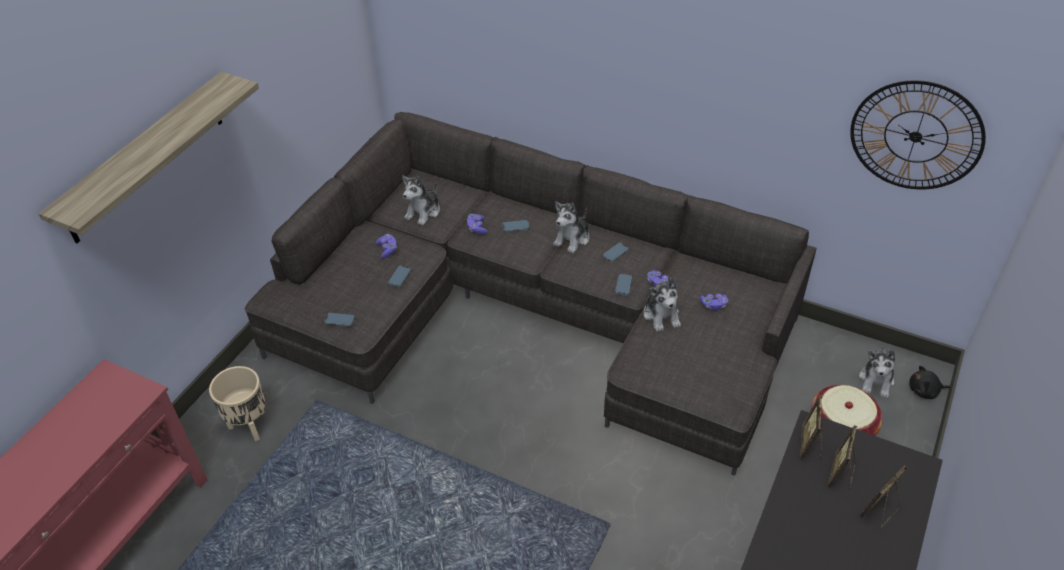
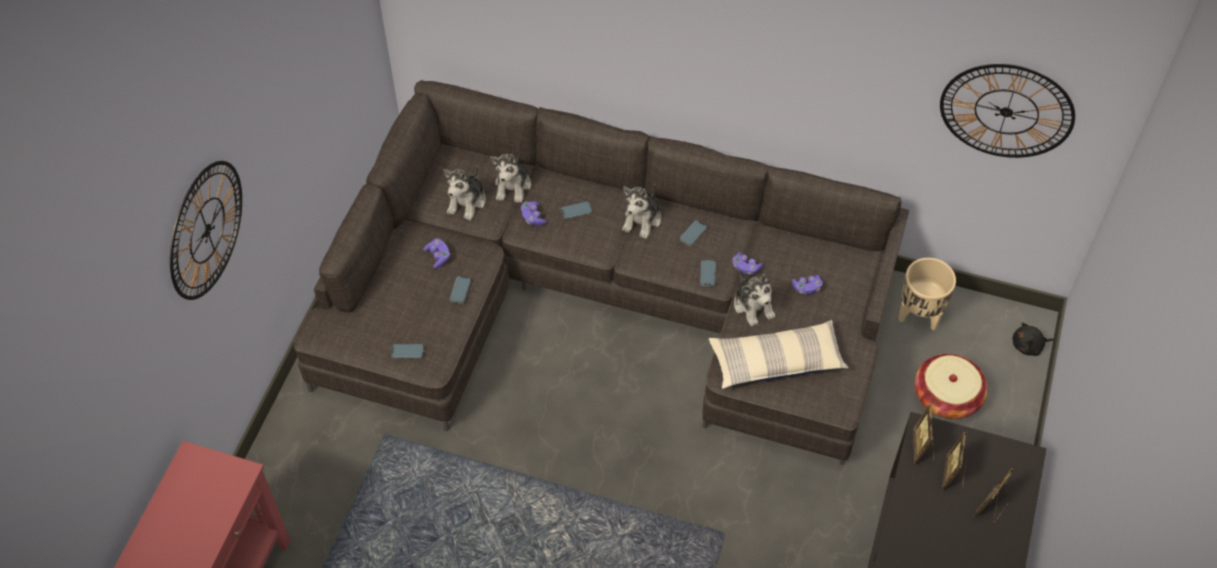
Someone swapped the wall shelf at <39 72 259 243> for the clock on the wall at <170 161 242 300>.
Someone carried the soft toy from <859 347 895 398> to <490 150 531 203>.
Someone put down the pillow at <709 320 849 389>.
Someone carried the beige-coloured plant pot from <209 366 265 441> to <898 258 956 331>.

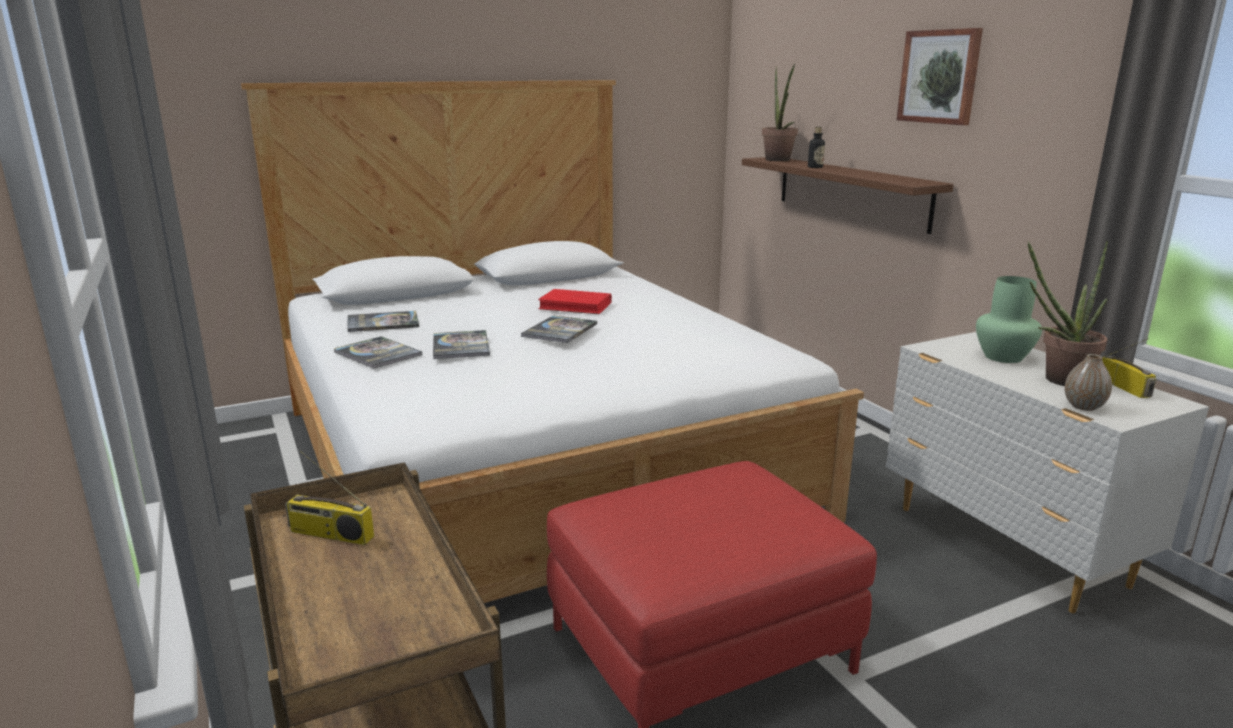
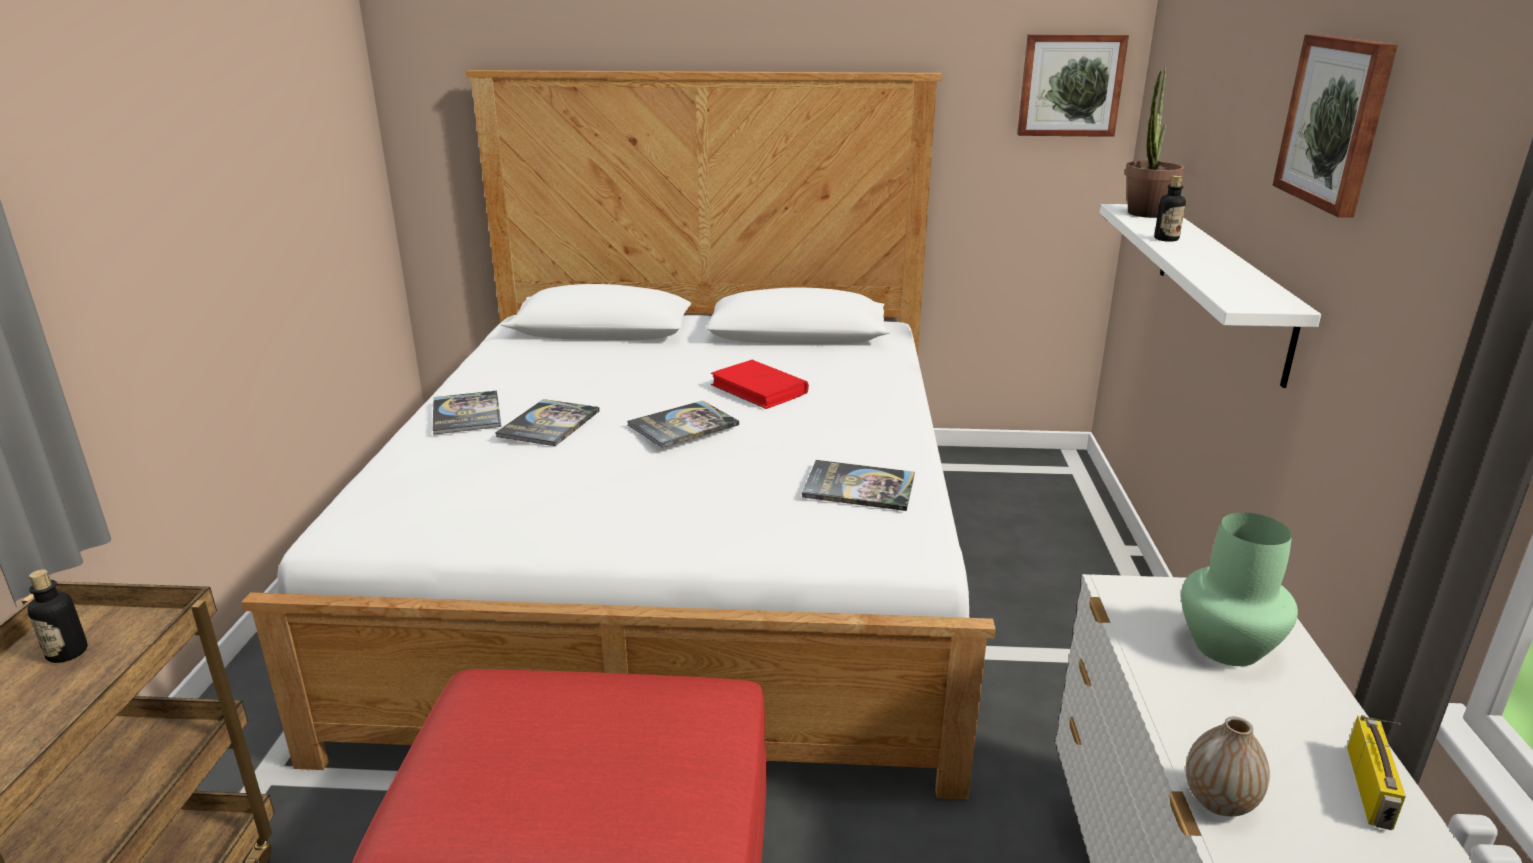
Someone swapped the radio at <285 450 374 545> for the drink bottle at <27 569 88 663>.
Someone carried the bound book from <347 311 419 332> to <802 460 915 511>.
Someone put up the picture at <1017 34 1129 137>.
Someone repainted the brown wall shelf at <742 157 954 234>, which became the whitish wall shelf at <1100 204 1321 388>.
Someone took away the plant in a pot at <1028 241 1108 386>.

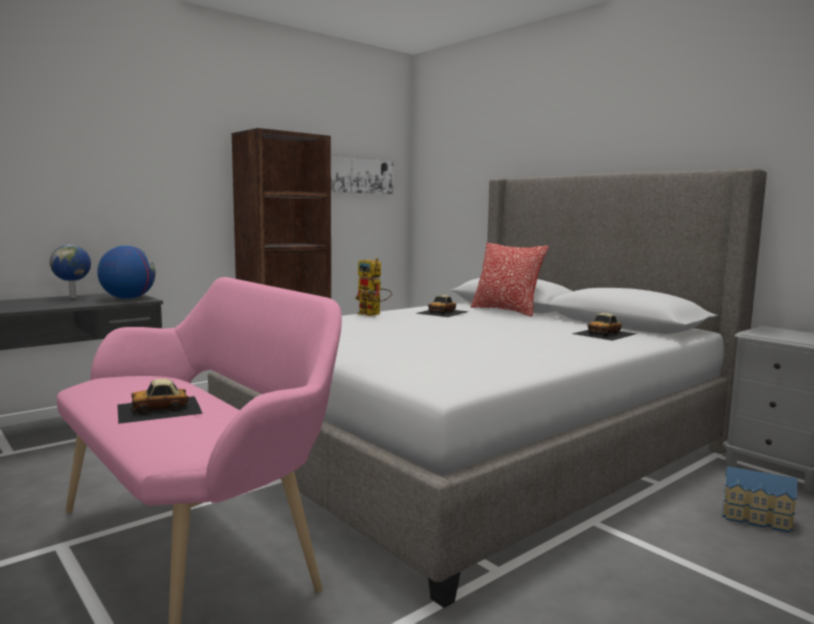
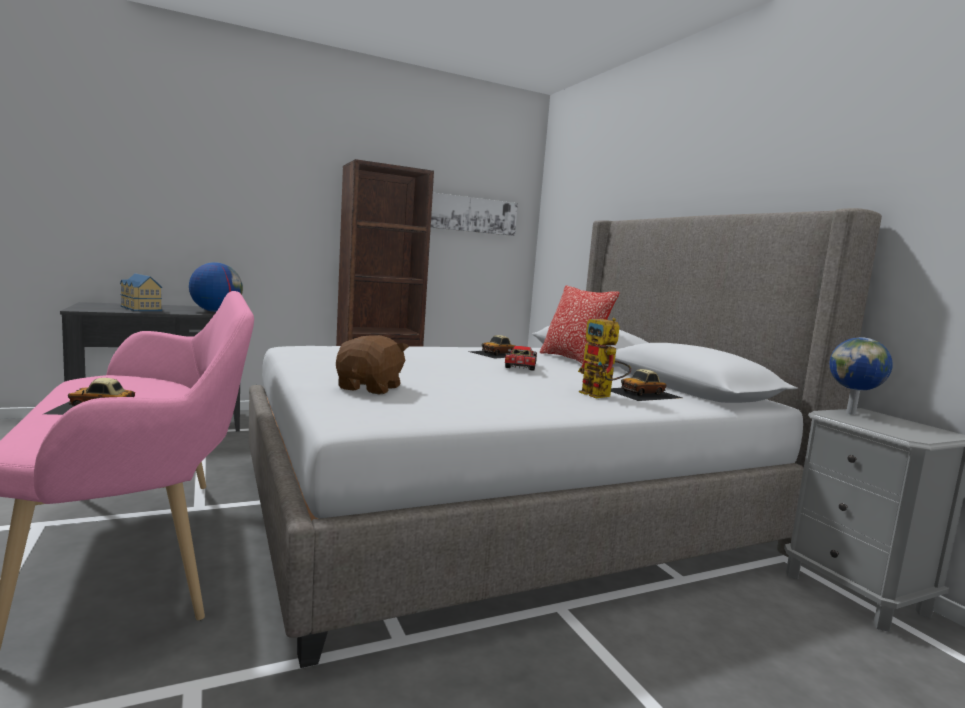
Someone carried the model house from <722 466 797 533> to <120 273 162 311>.
Someone put down the brown soft toy at <336 335 409 394>.
Someone put down the toy car at <505 346 537 371>.
Someone carried the toy robot from <355 258 392 316> to <578 318 631 398>.
Someone carried the world globe from <50 245 91 298> to <829 337 893 415>.

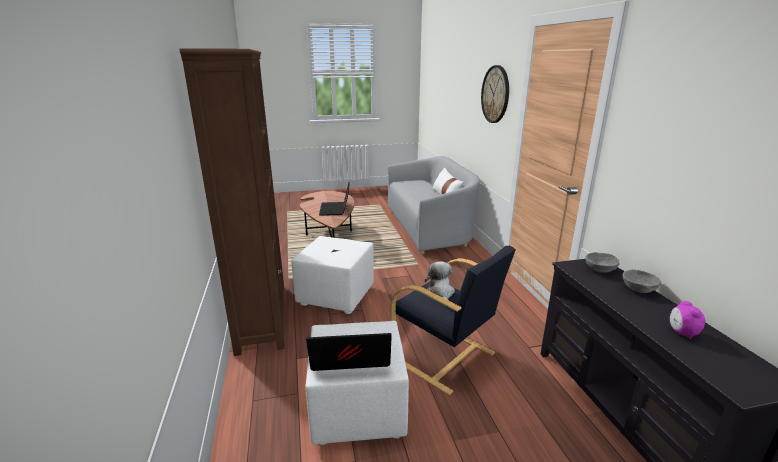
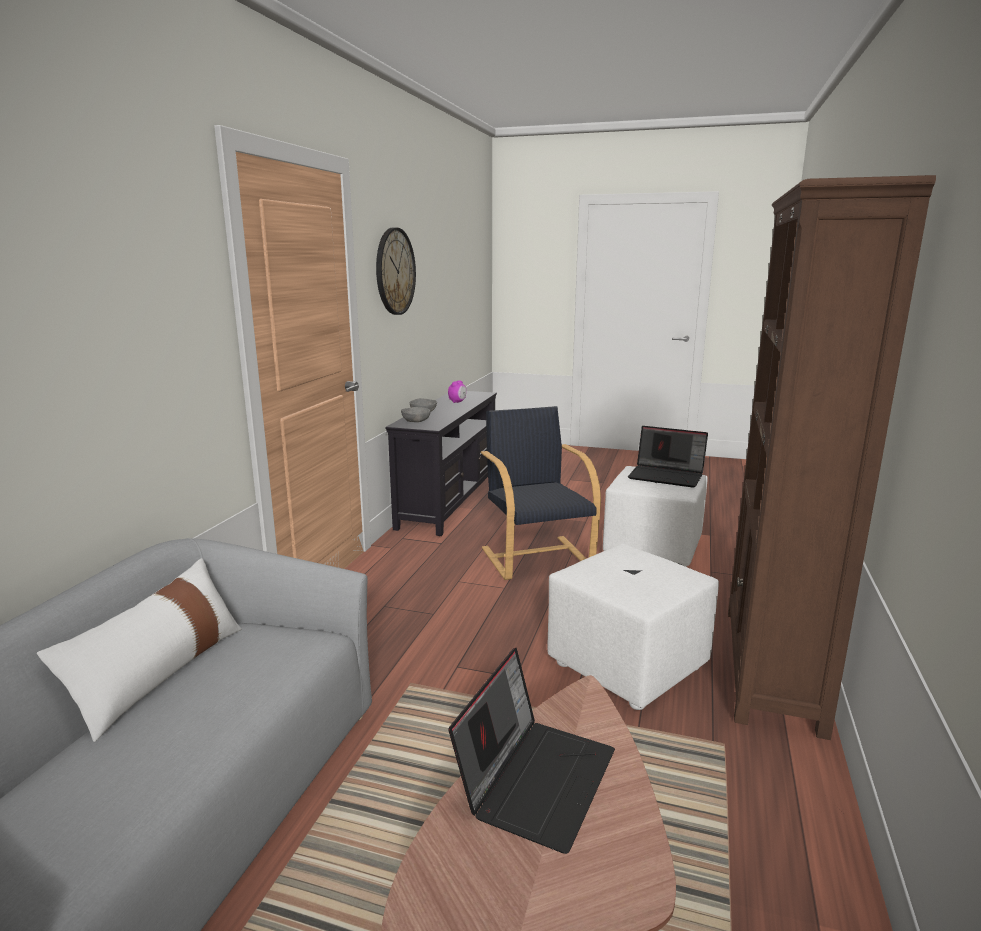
Someone carried the clock on the wall from <481 65 509 123> to <376 228 416 315>.
Someone took away the soft toy at <425 261 455 301>.

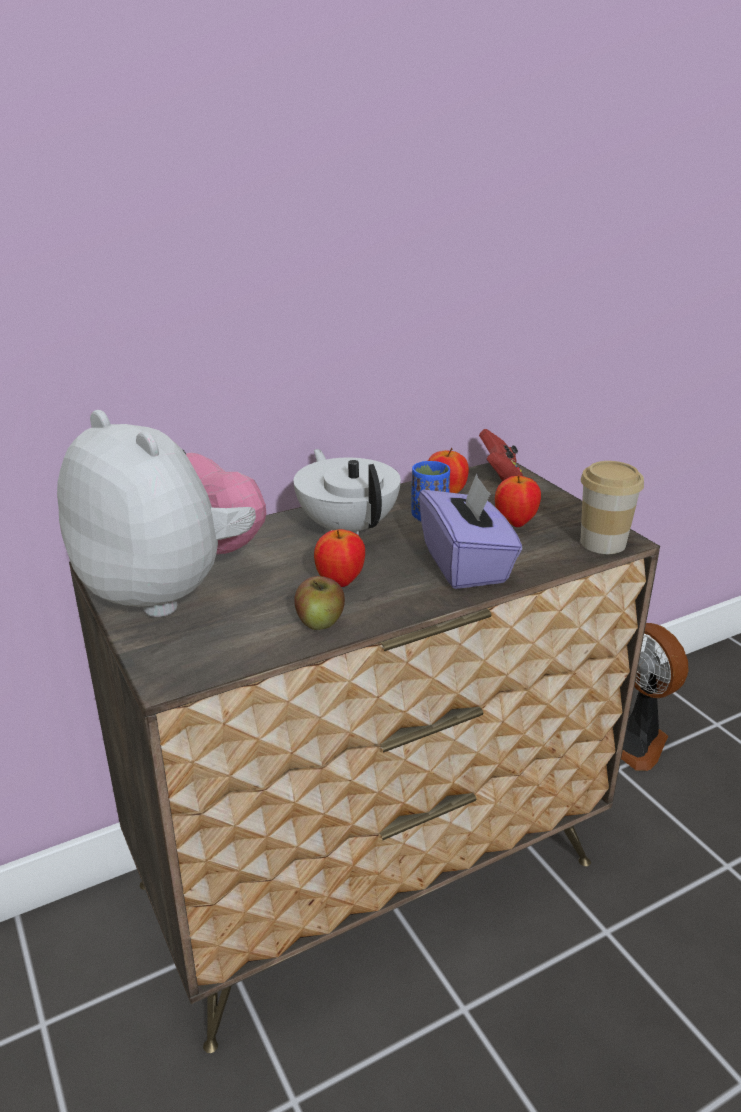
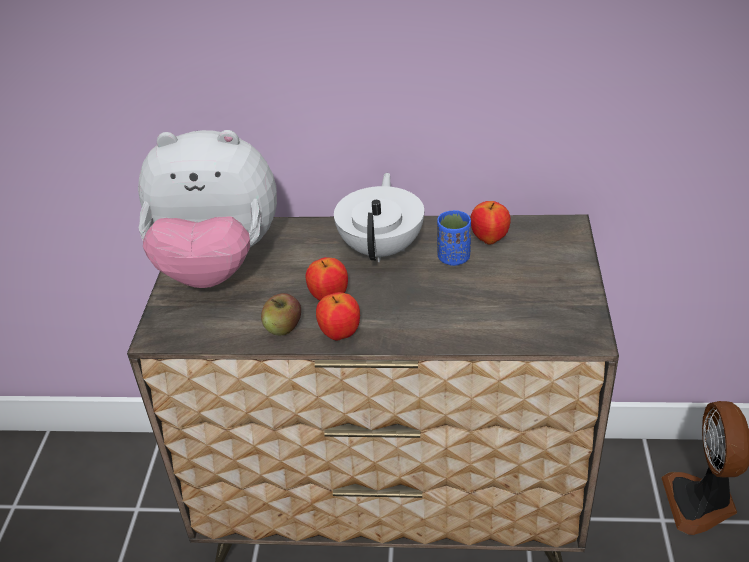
Someone rotated the soft toy at <57 410 266 617> by 105 degrees clockwise.
Someone carried the whole apple from <495 475 541 527> to <316 292 360 340>.
Someone took away the purplish tissue box at <419 473 522 589>.
Someone took away the red gamepad at <479 429 523 481>.
Someone took away the small cup at <581 461 644 554>.

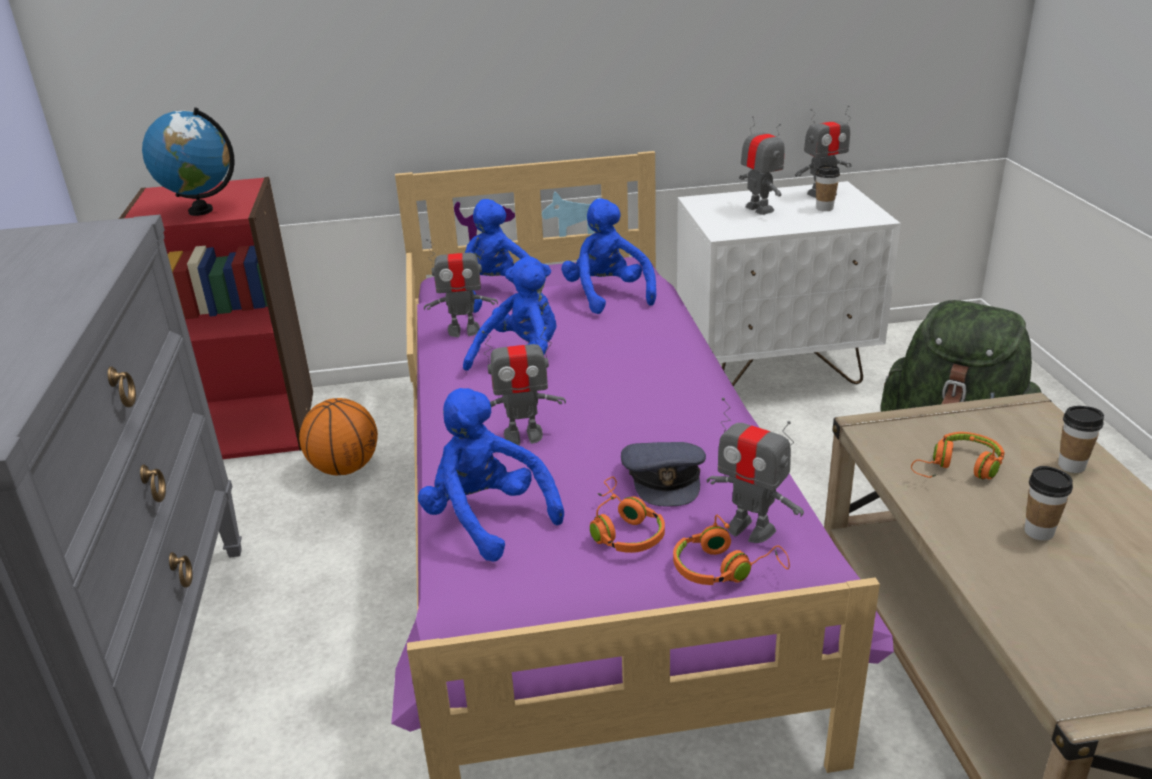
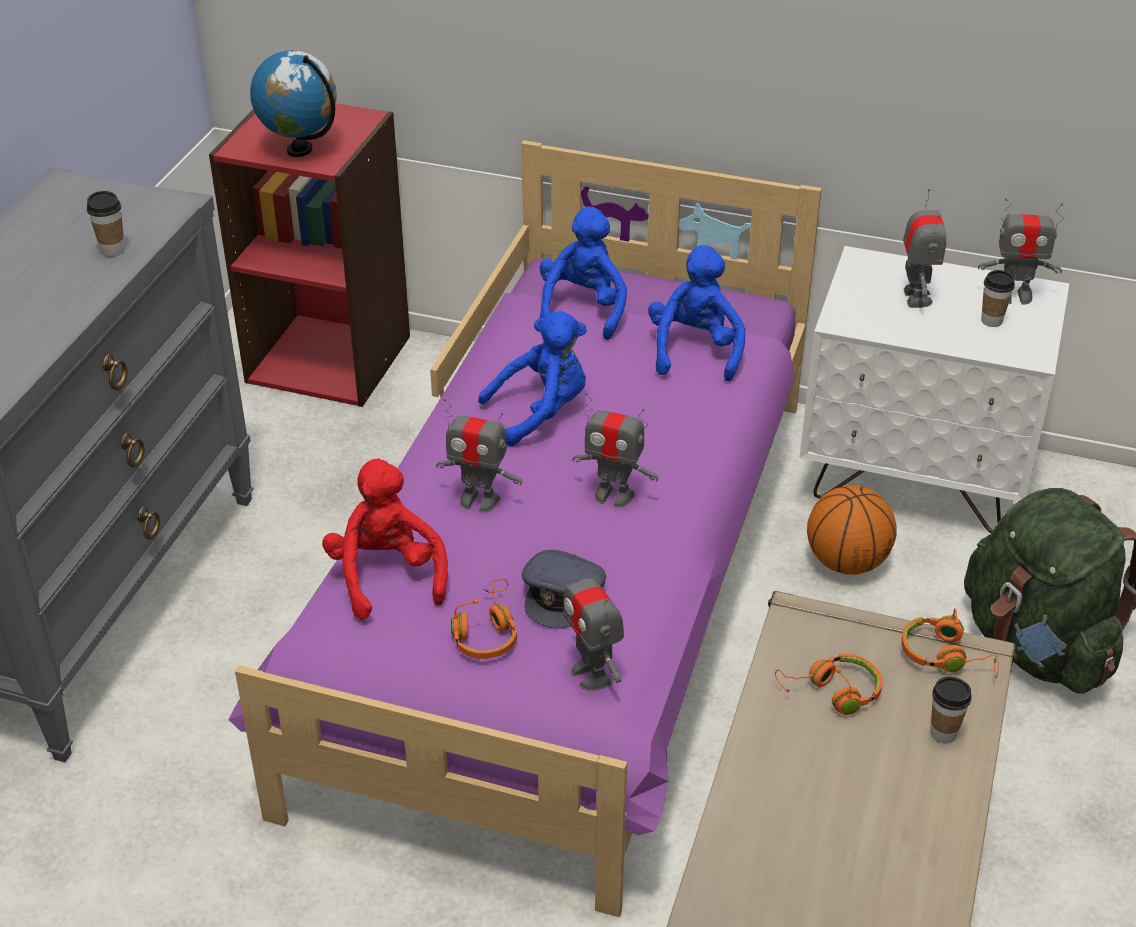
Someone carried the small cup from <1024 466 1073 541> to <87 191 125 257>.
Someone repainted the bluish soft toy at <418 388 564 562>, which became the red soft toy at <322 458 448 620>.
Someone carried the toy robot from <424 237 498 337> to <572 393 659 507>.
Someone carried the ball for basketball from <299 398 378 475> to <807 485 897 575>.
Someone carried the orangey headset from <673 515 790 585> to <901 608 999 678>.

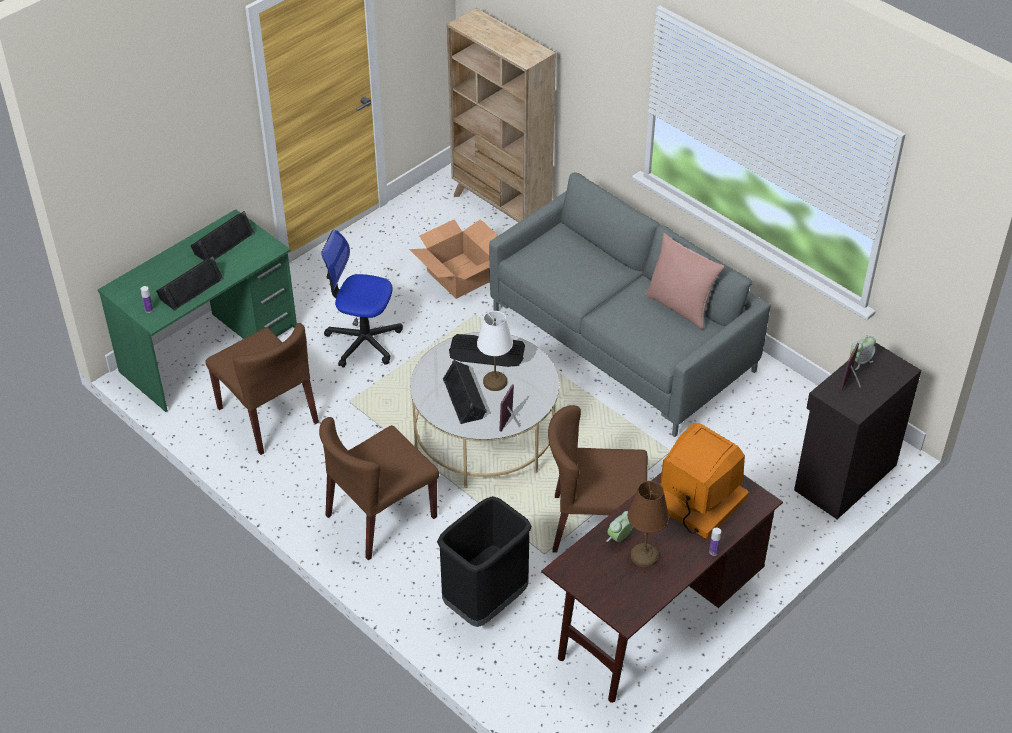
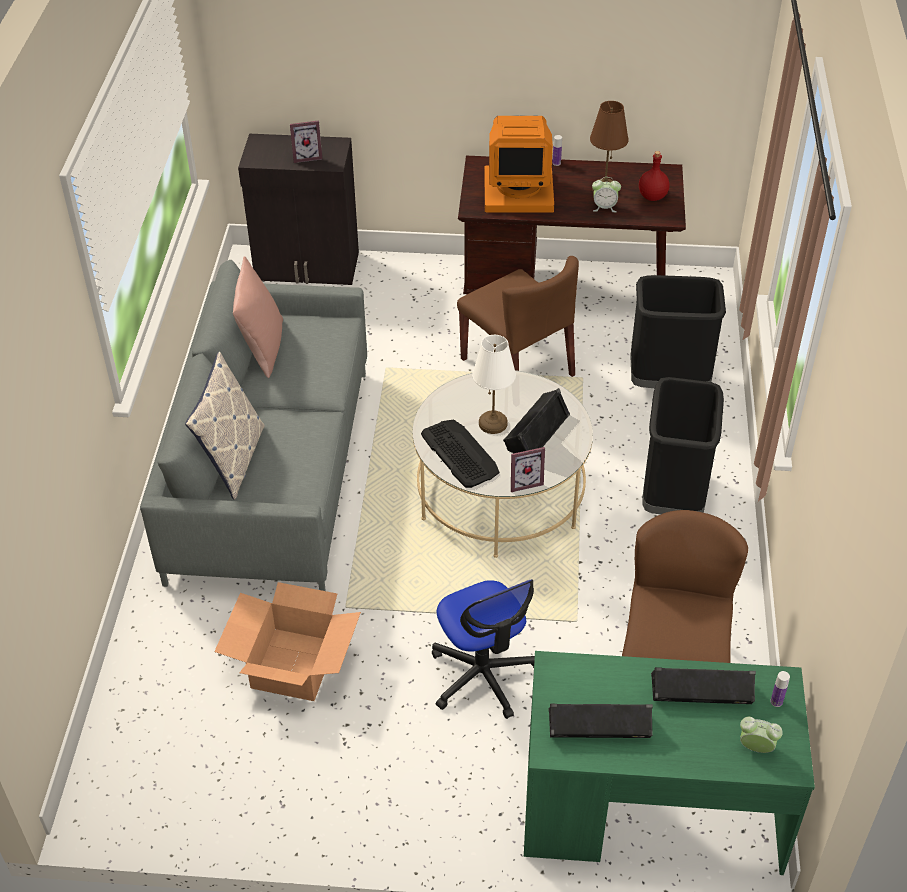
Someone put down the pillow at <185 352 265 500>.
Someone rotated the computer screen at <660 423 749 539> by 90 degrees counterclockwise.
Someone carried the standing frame from <499 384 520 432> to <511 447 545 492>.
Someone put down the red drink bottle at <639 151 669 201>.
Someone swapped the brown plain chair at <319 417 439 560> for the black trash can at <642 377 724 514>.
Someone carried the bedside clock from <850 335 876 370> to <740 717 783 753>.
Someone took away the beige-coloured bookshelf at <447 8 556 222>.

